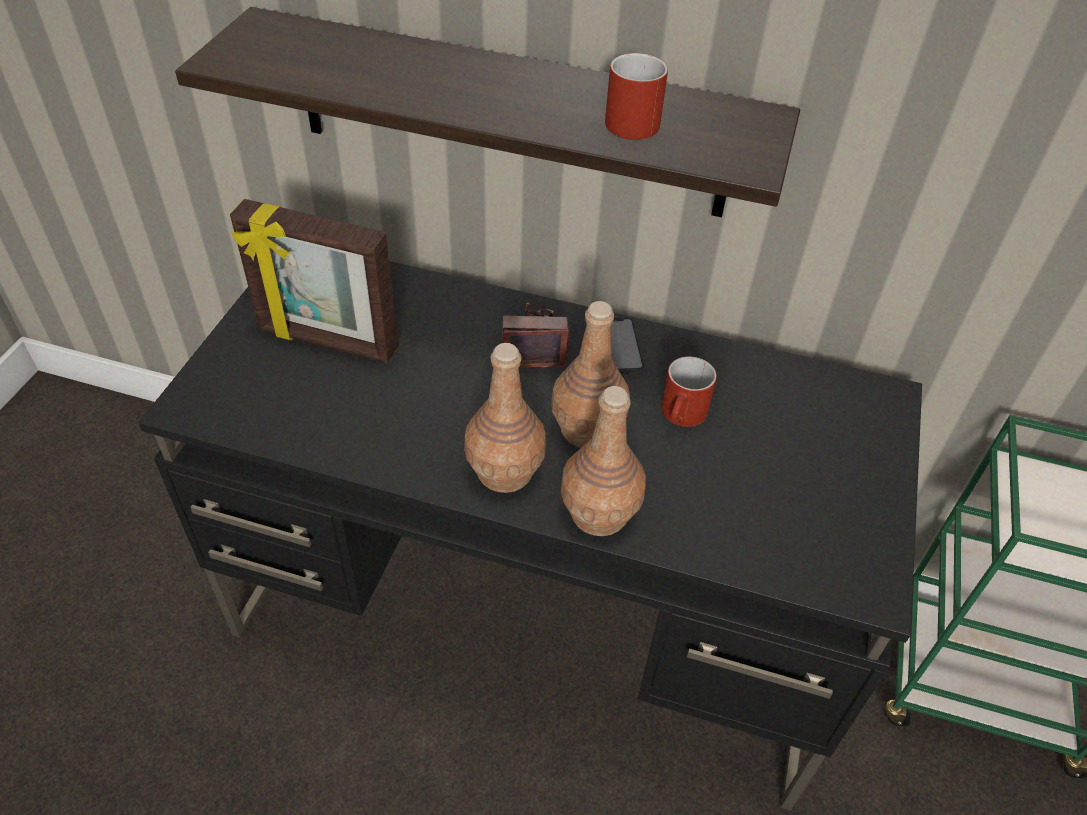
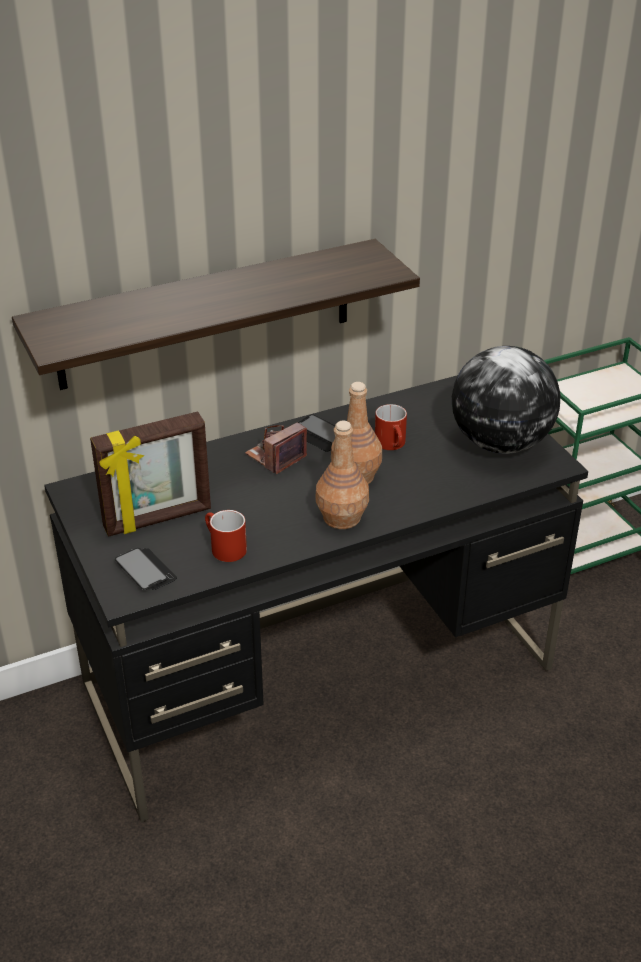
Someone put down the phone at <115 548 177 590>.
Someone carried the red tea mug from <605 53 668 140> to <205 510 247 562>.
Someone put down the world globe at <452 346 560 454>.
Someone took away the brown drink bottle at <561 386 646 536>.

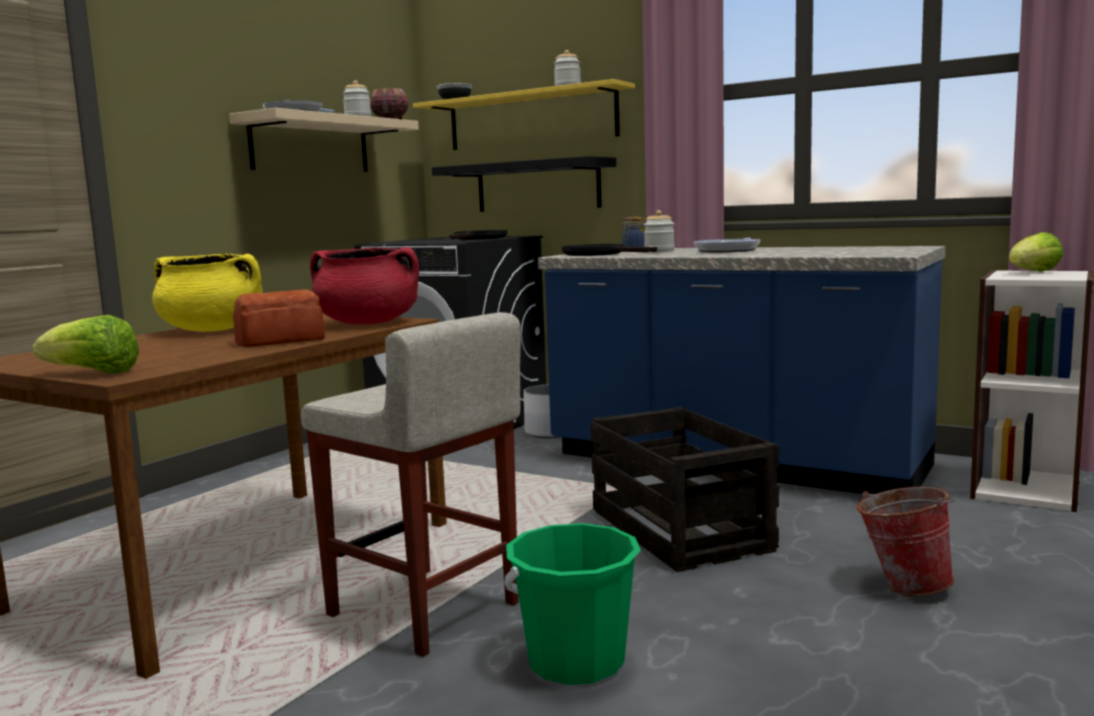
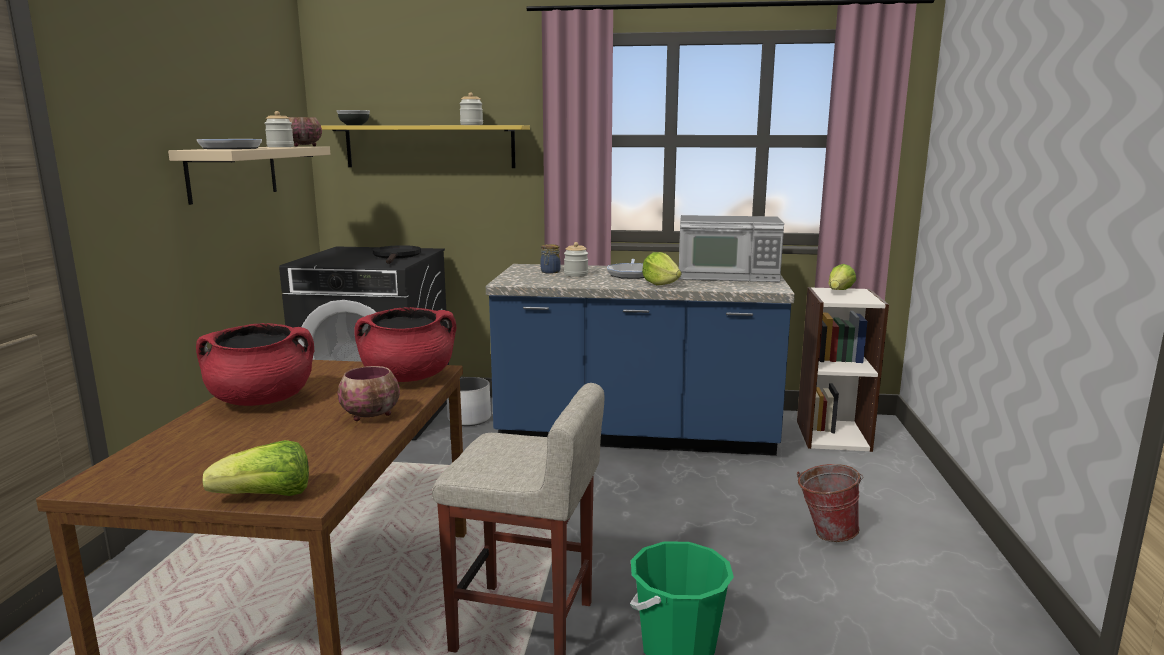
Someone repainted the yellow-coloured saucepot at <152 253 262 332>, which became the red saucepot at <196 323 314 406>.
Someone swapped the baked bread at <233 289 325 347> for the deep dish at <337 366 400 421>.
Someone put down the head of lettuce at <642 252 681 285>.
Someone put down the kitchen microwave at <678 215 784 282>.
Someone took away the black wall shelf at <432 156 616 212>.
Someone took away the black skillet at <562 244 657 256>.
Someone took away the packing crate at <591 407 779 572>.

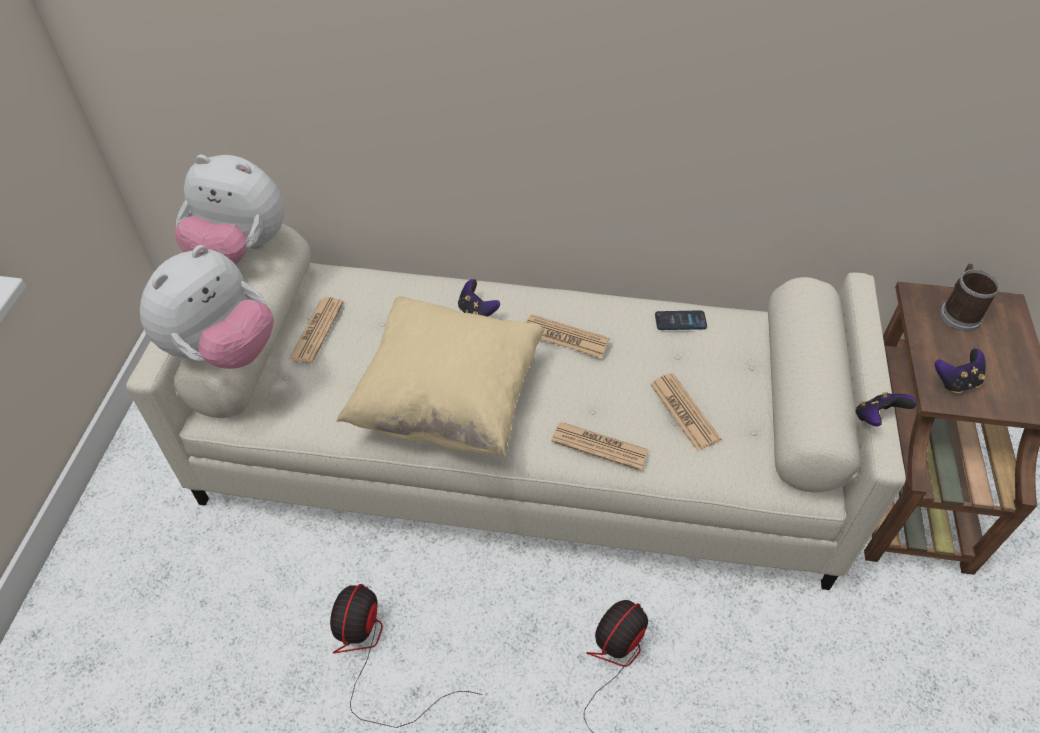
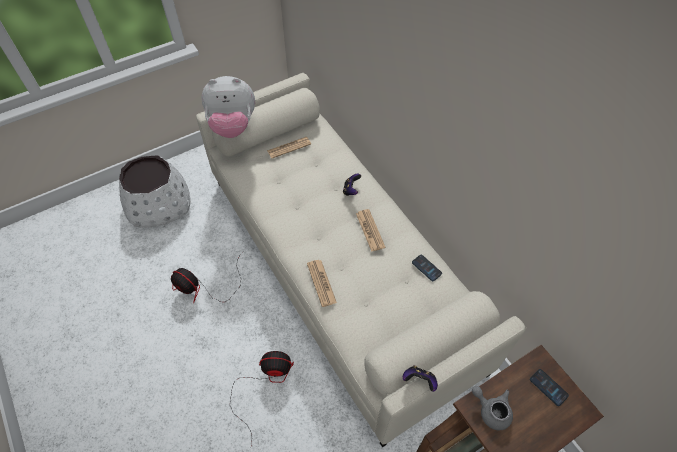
Someone put down the whitish plant pot at <119 155 190 228>.
Someone rotated the fan at <330 584 482 728> by 120 degrees counterclockwise.
Someone swapped the gamepad at <935 348 985 393> for the grey teapot at <472 386 513 430>.
Someone swapped the tea mug at <940 264 1000 331> for the phone at <530 369 569 406>.
Someone took away the soft toy at <174 155 285 265>.
Someone took away the beige-coloured pillow at <336 296 545 456>.
Someone took away the daily paper at <650 373 721 451>.

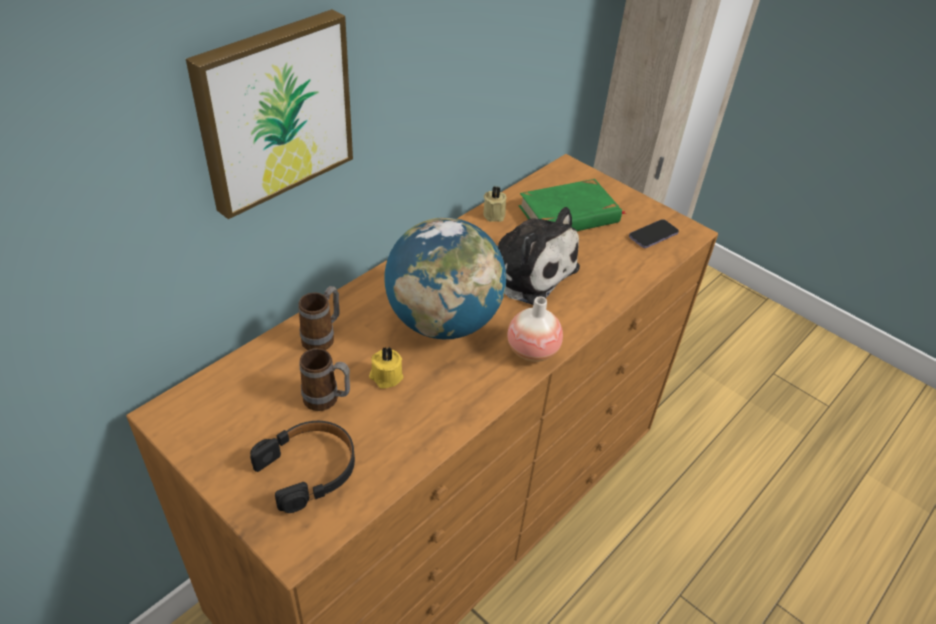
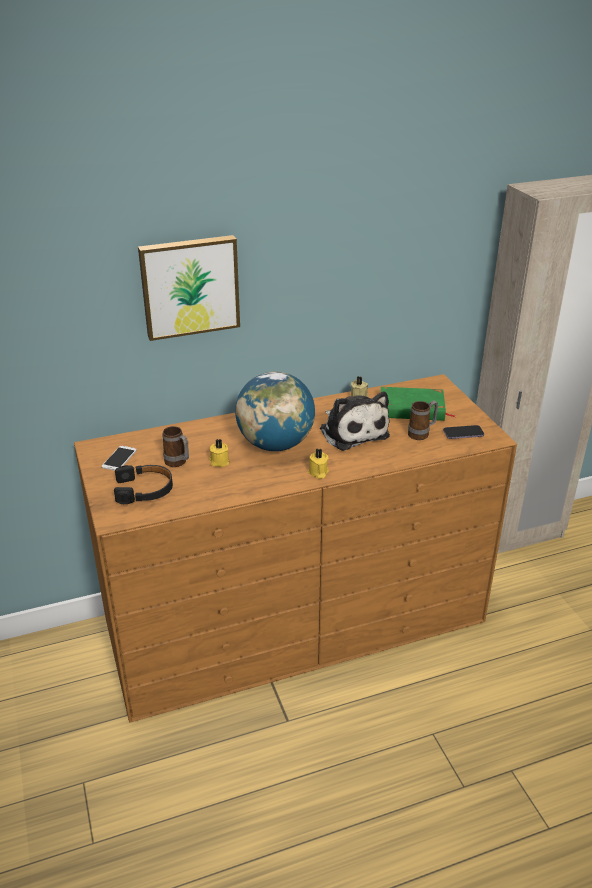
Someone put down the phone at <102 446 137 471>.
Someone swapped the vase at <507 296 563 362> for the yellow-coloured wax light at <308 448 329 479>.
Someone carried the tea mug from <298 286 340 350> to <408 400 438 440>.

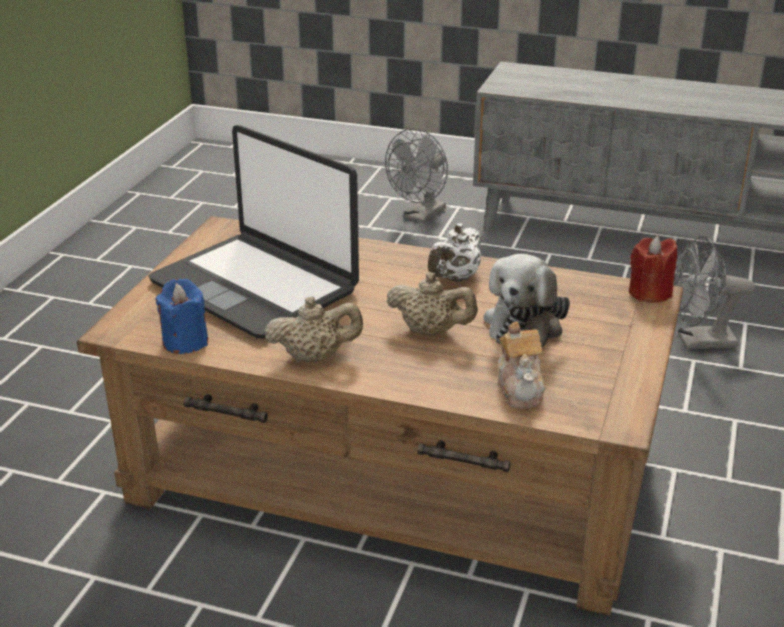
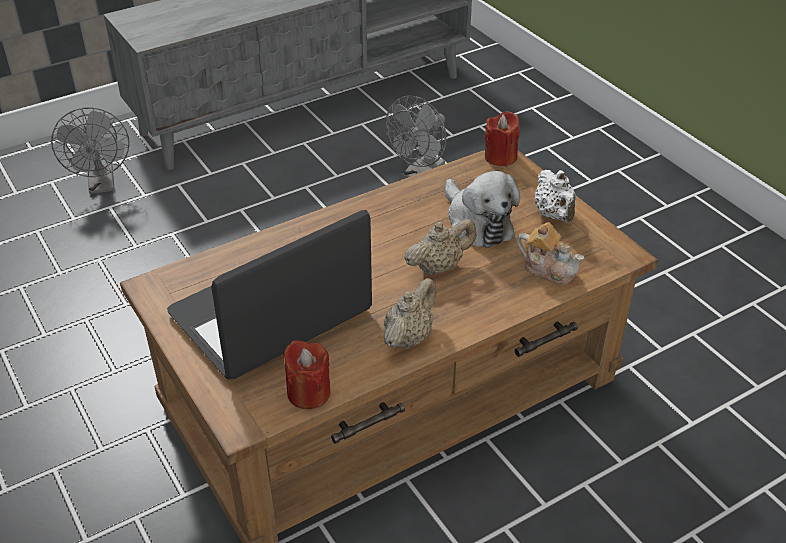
Someone rotated the laptop at <148 125 359 339> by 150 degrees clockwise.
Someone repainted the bluish wax light at <155 279 208 354>, which became the red wax light at <283 340 330 409>.
Someone carried the whitish teapot from <428 223 481 282> to <535 170 576 222>.

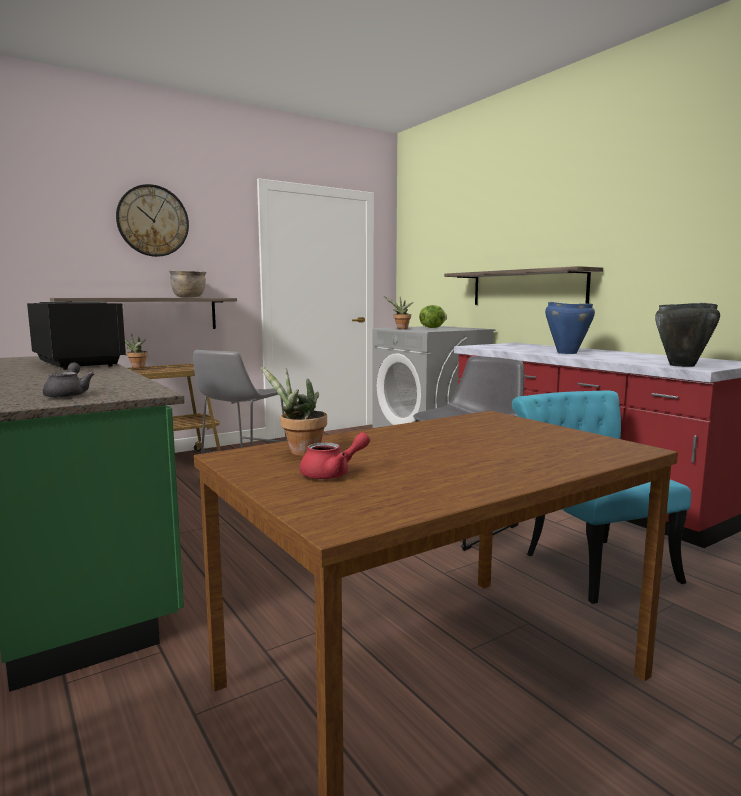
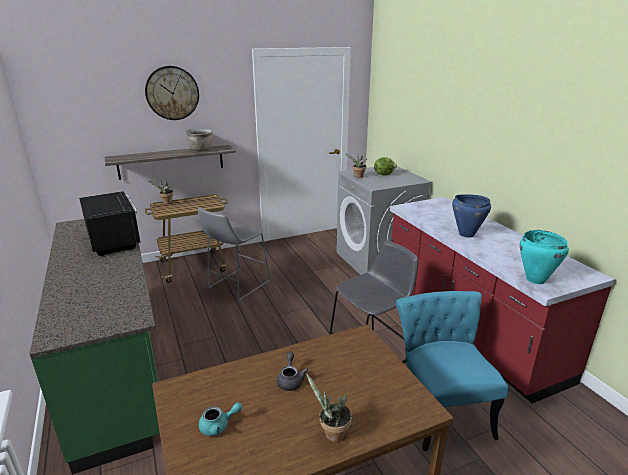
Someone repainted the red teapot at <300 432 370 479>, which became the turquoise-coloured teapot at <199 402 242 436>.
Someone carried the grey teapot from <43 363 94 398> to <277 352 308 391>.
Someone carried the plant in a pot from <260 365 327 456> to <306 373 352 442>.
Someone repainted the black saucepot at <655 303 720 367>, which became the turquoise-coloured saucepot at <520 230 569 284>.
Someone took away the wall shelf at <444 266 603 305>.

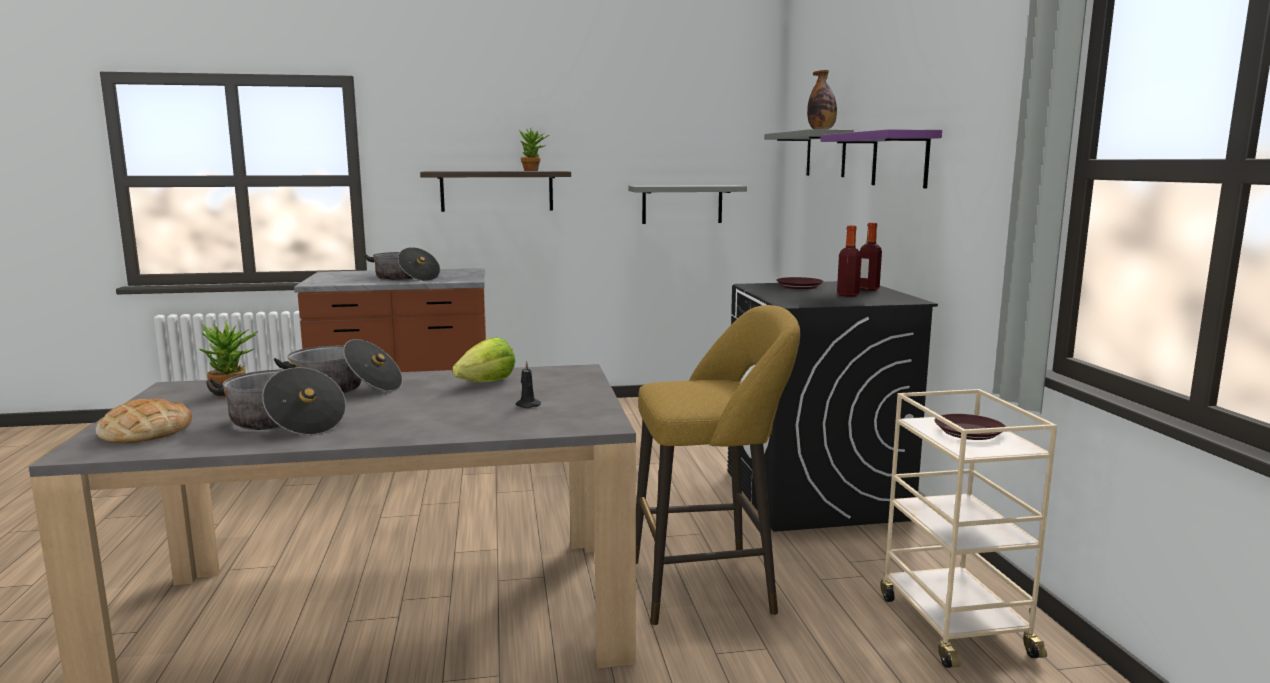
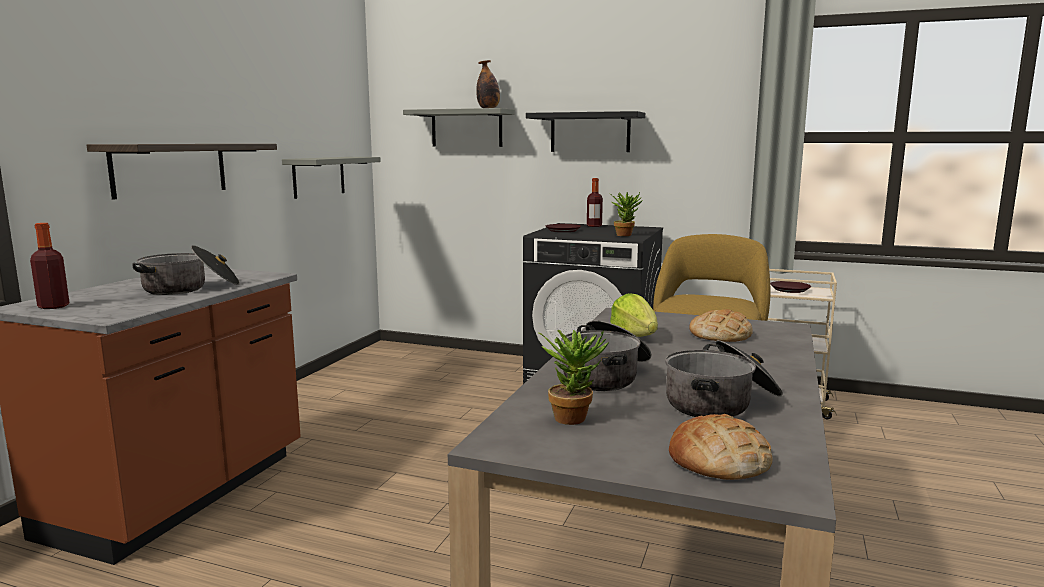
Someone carried the drink bottle from <837 226 861 296> to <30 223 70 309>.
Someone repainted the purplish wall shelf at <820 129 942 188>, which became the black wall shelf at <526 111 645 152>.
Someone carried the plant in a pot from <519 128 549 171> to <611 192 643 236>.
Someone swapped the black wax light at <515 361 541 408> for the baked bread at <689 309 753 342>.

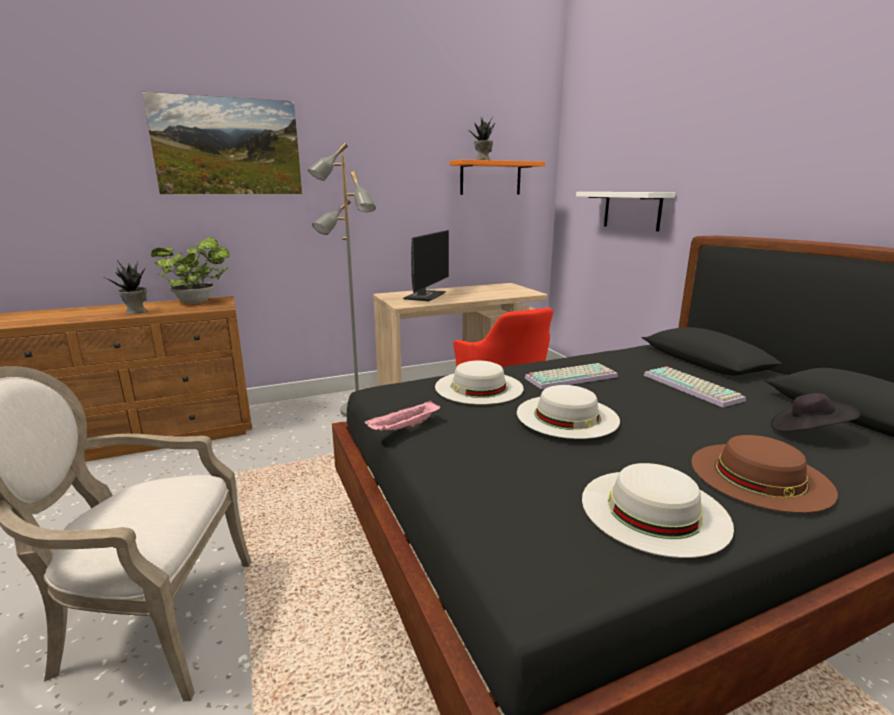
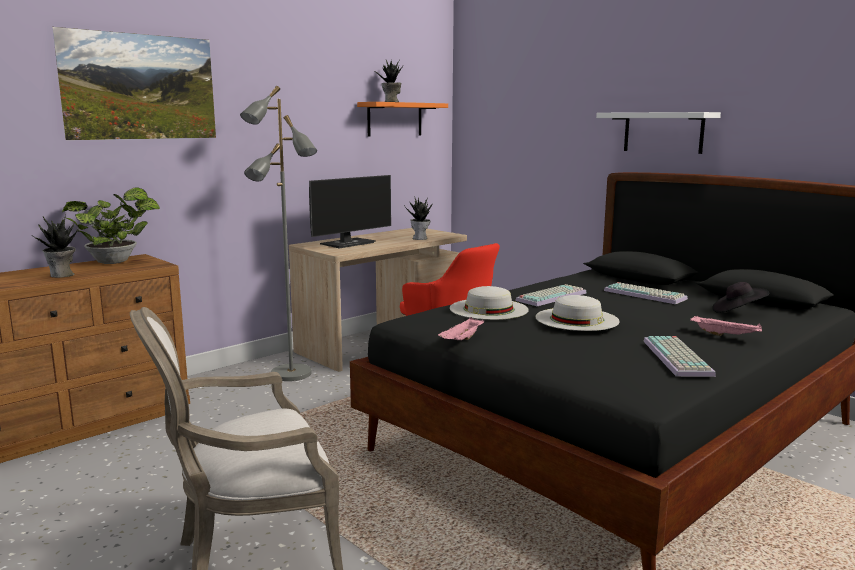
Someone rotated the computer screen at <403 230 449 301> by 45 degrees clockwise.
Someone put down the plant in a pot at <404 196 433 240>.
Someone carried the whitish wall shelf from <576 192 675 231> to <596 112 721 154>.
Someone swapped the whitish hat at <582 463 734 558> for the PC keyboard at <643 336 716 377>.
Someone swapped the brown hat at <691 435 838 513> for the pink-coloured tray at <690 316 762 336>.

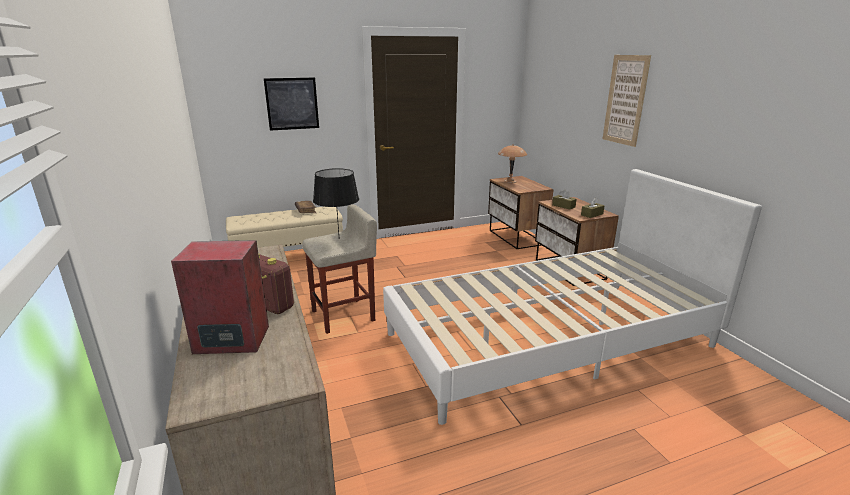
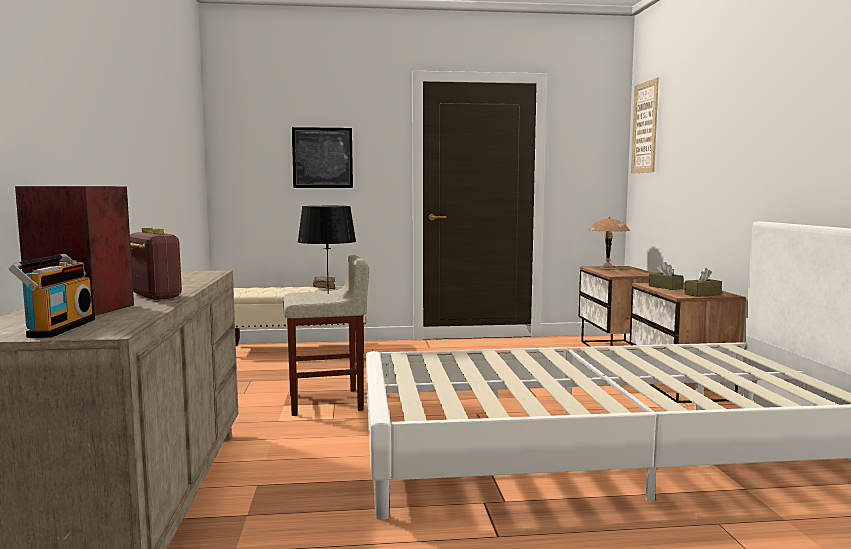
Someone put down the radio at <9 254 95 338>.
Someone carried the picture from <603 55 651 147> to <631 78 659 174>.

